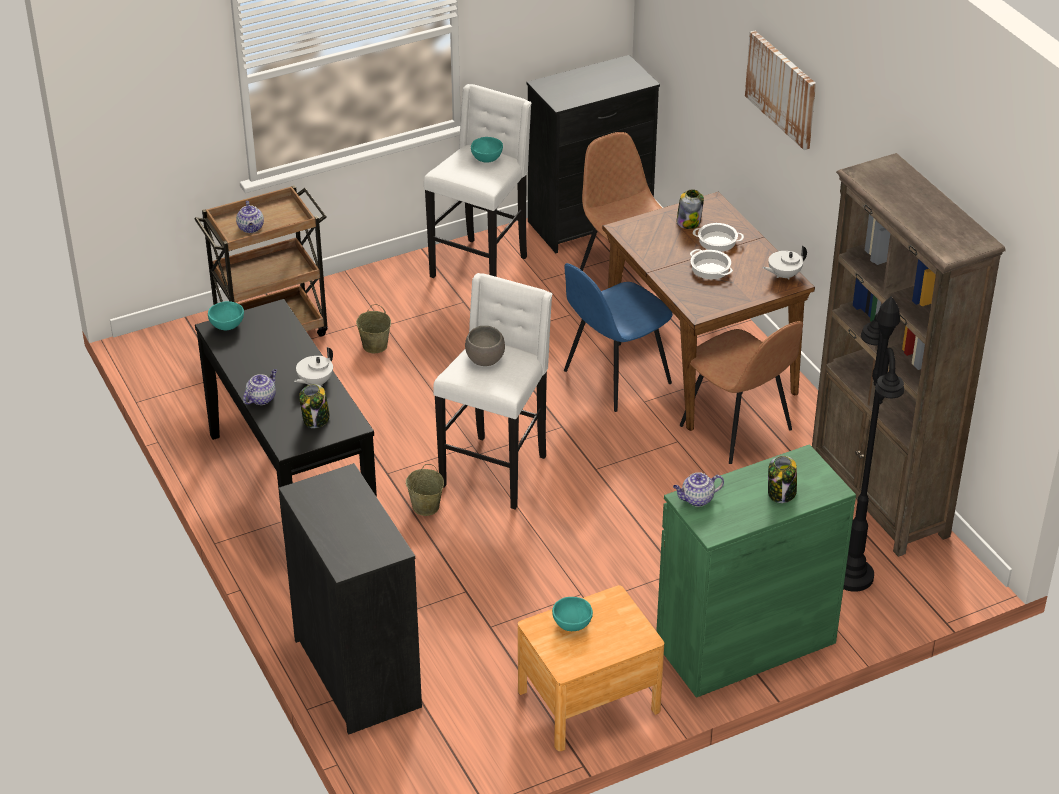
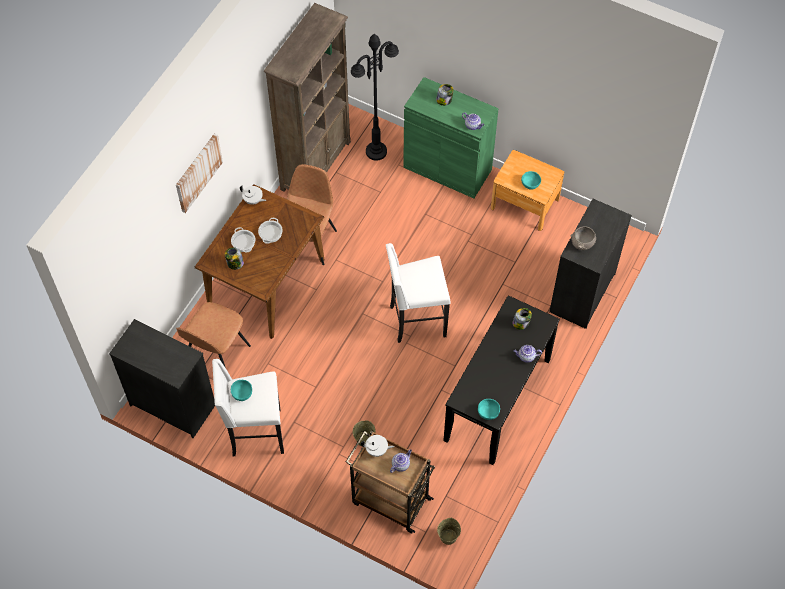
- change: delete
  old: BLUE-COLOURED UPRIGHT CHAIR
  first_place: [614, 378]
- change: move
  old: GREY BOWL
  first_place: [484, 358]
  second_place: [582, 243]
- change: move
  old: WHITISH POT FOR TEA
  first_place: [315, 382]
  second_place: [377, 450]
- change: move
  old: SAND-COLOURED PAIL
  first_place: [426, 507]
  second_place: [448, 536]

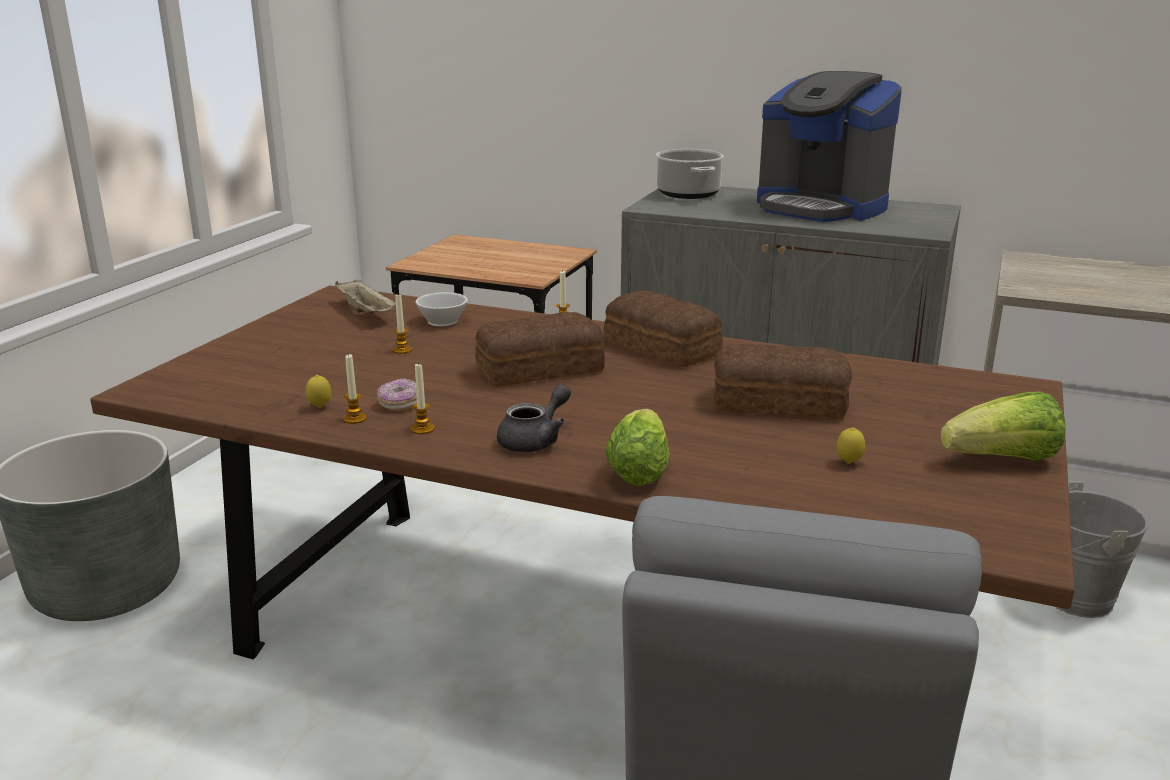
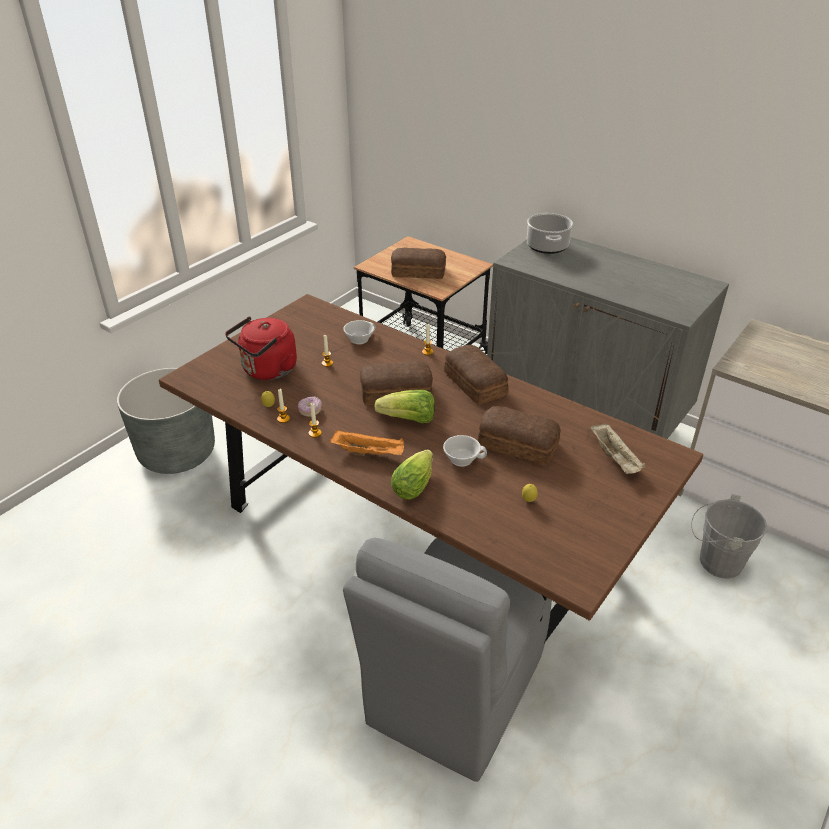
- change: delete
  old: COFFEE BREWER
  first_place: [820, 207]
- change: move
  old: SAND-COLOURED CARRYING TRAY
  first_place: [367, 313]
  second_place: [615, 458]
- change: replace
  old: GREY POT FOR TEA
  new: ORANGE CARRYING TRAY
  first_place: [535, 440]
  second_place: [369, 452]
- change: move
  old: HEAD OF LETTUCE
  first_place: [1003, 460]
  second_place: [408, 419]
- change: insert
  new: BREAD
  second_place: [417, 271]
- change: insert
  new: RED-COLOURED TEA KETTLE
  second_place: [267, 371]
- change: insert
  new: WHITISH DRINKING CUP
  second_place: [462, 458]

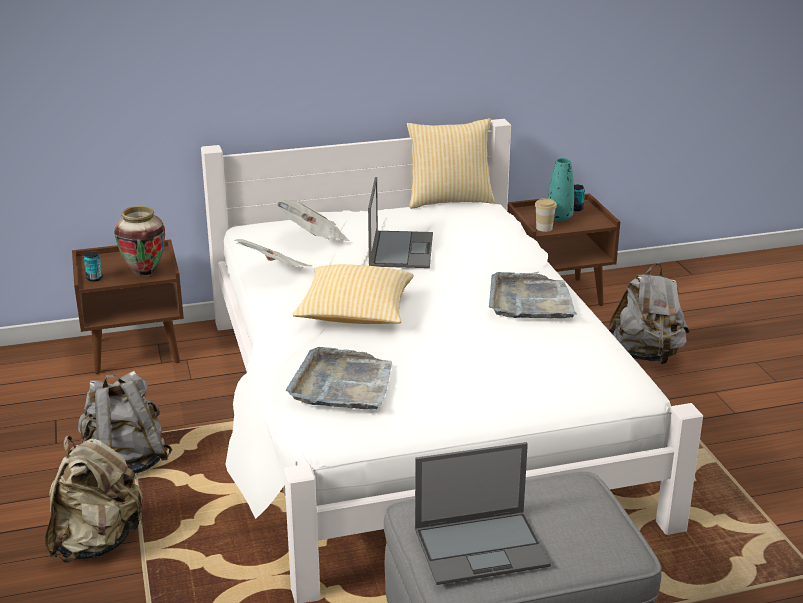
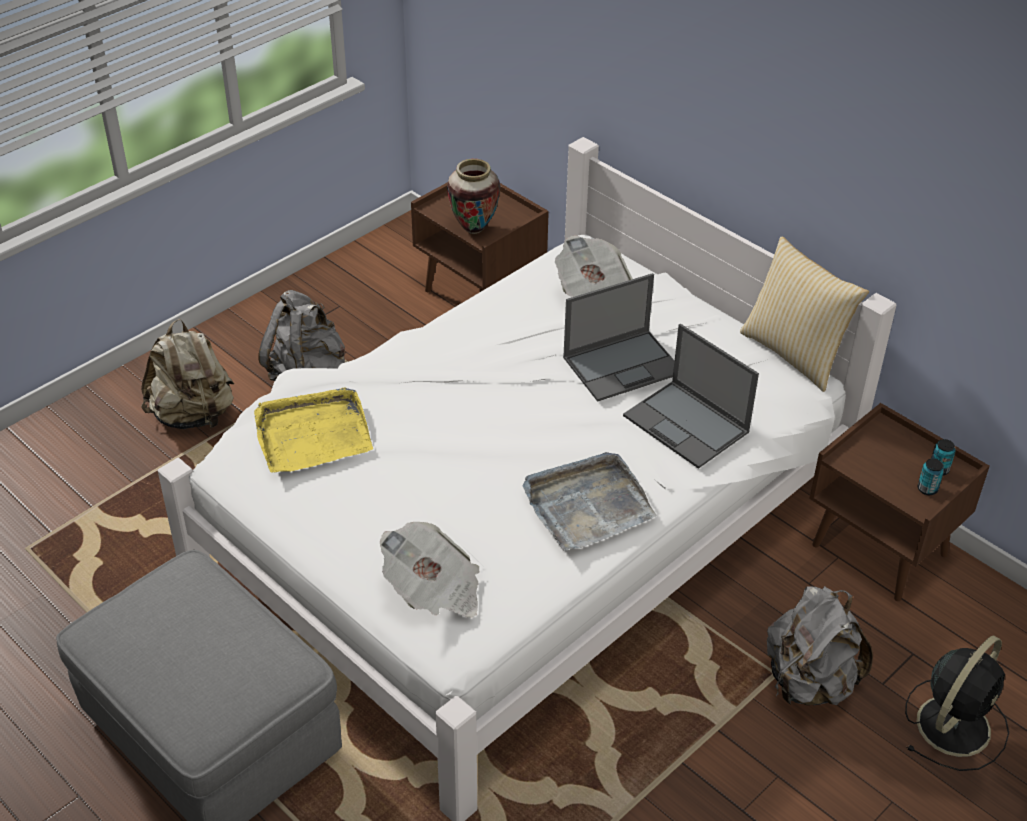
- change: delete
  old: BLUE-GREEN VASE
  first_place: [559, 217]
- change: delete
  old: DRINKING CUP
  first_place: [544, 228]
- change: move
  old: PRINTED PAPER
  first_place: [275, 272]
  second_place: [433, 590]
- change: move
  old: METAL CAN
  first_place: [94, 278]
  second_place: [927, 489]
- change: delete
  old: CUSHION
  first_place: [355, 314]
- change: recolor
  old: GREY CARRYING TRAY
  new: YELLOW-COLOURED CARRYING TRAY
  first_place: [342, 384]
  second_place: [312, 434]
- change: move
  old: PORTABLE COMPUTER
  first_place: [482, 547]
  second_place: [687, 425]
- change: insert
  new: BLACK-COLOURED ELECTRIC FAN
  second_place: [955, 723]

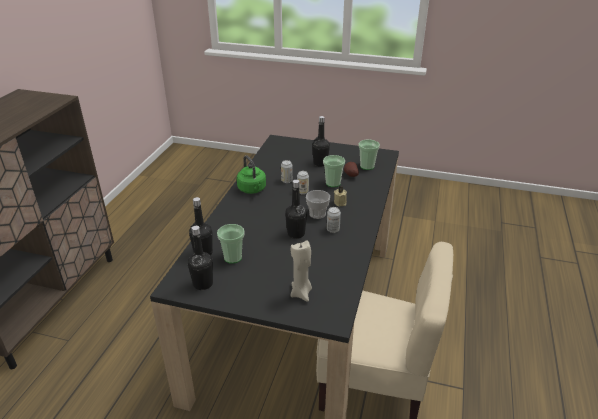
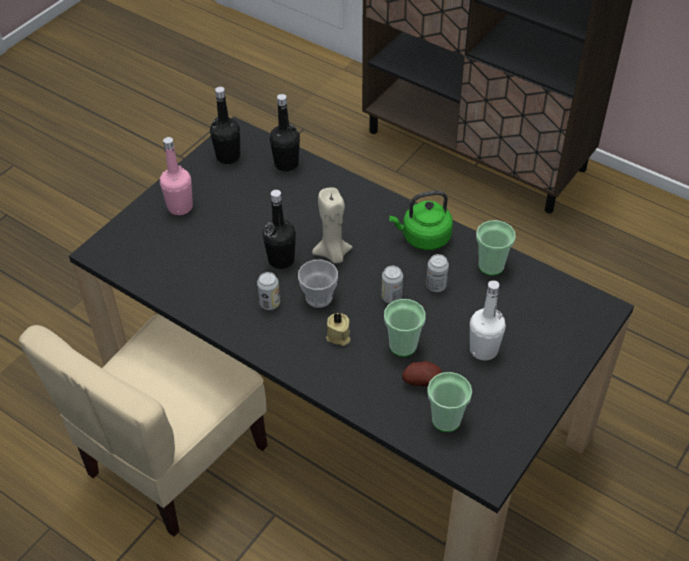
- change: recolor
  old: BLACK-COLOURED BEVERAGE BOTTLE
  new: WHITISH BEVERAGE BOTTLE
  first_place: [320, 163]
  second_place: [483, 350]
- change: move
  old: DRINKING CUP
  first_place: [233, 257]
  second_place: [491, 266]
- change: move
  old: SAND-COLOURED WAX CANDLE
  first_place: [301, 293]
  second_place: [333, 254]
- change: insert
  new: PINKISH BEVERAGE BOTTLE
  second_place: [180, 207]

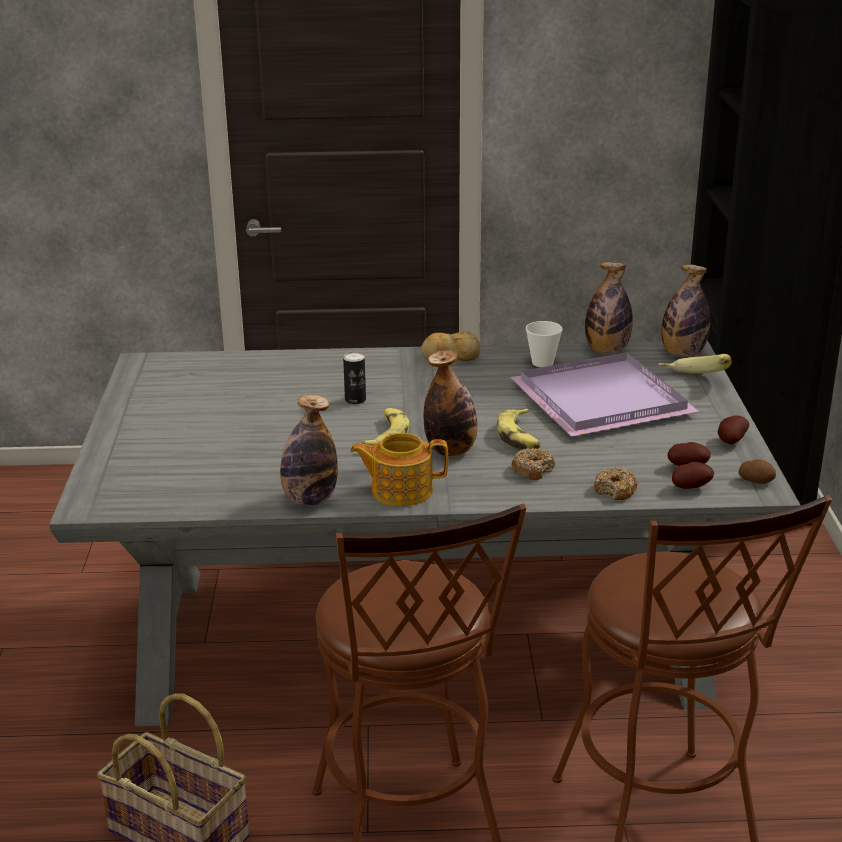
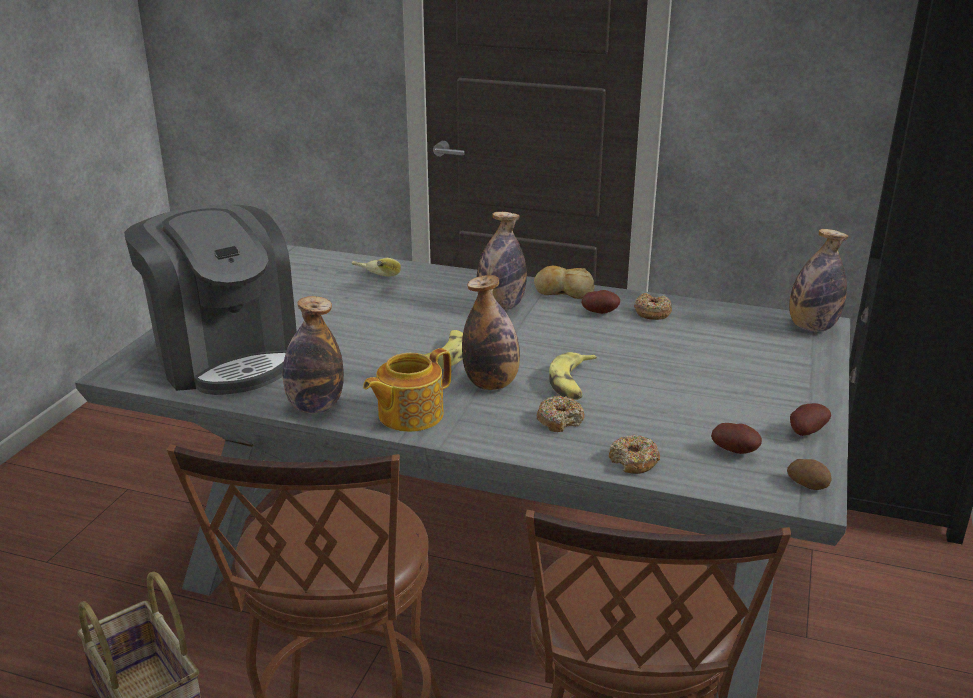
- change: move
  old: BEVERAGE BOTTLE
  first_place: [606, 350]
  second_place: [500, 307]
- change: replace
  old: DRINKING CUP
  new: DOUGHNUT
  first_place: [542, 363]
  second_place: [652, 312]
- change: delete
  old: METAL CAN
  first_place: [355, 400]
- change: delete
  old: PURPLISH CARRYING TRAY
  first_place: [602, 398]
- change: move
  old: BANANA
  first_place: [693, 381]
  second_place: [373, 282]
- change: rotate
  old: POT FOR TEA
  first_place: [400, 490]
  second_place: [409, 415]
  degrees: -60
- change: move
  old: SPUD
  first_place: [690, 487]
  second_place: [600, 312]
- change: insert
  new: COFFEE BREWER
  second_place: [225, 356]

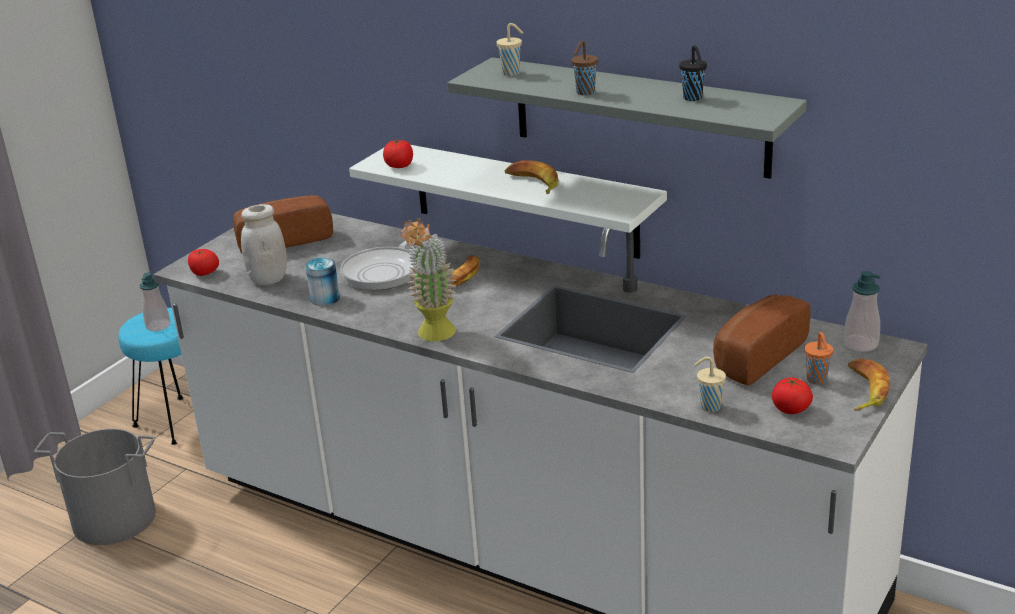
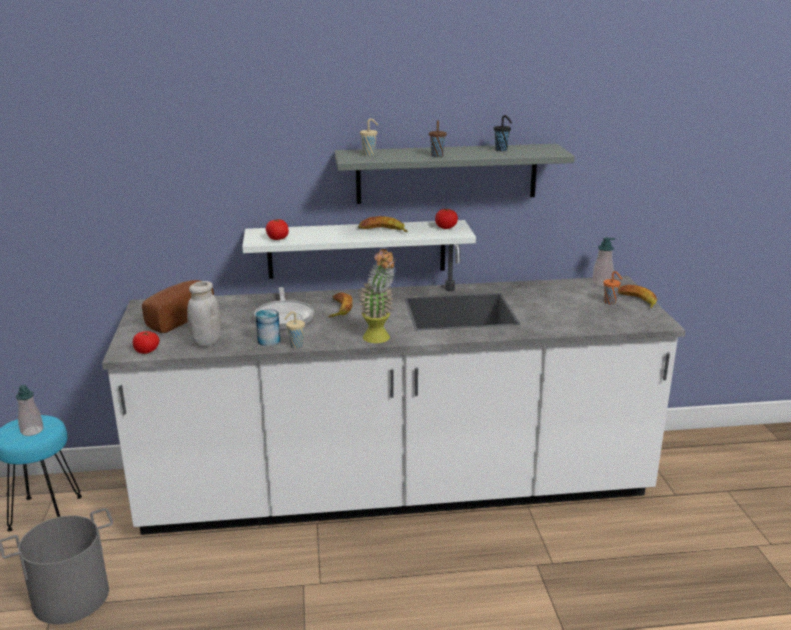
- change: delete
  old: BREAD
  first_place: [755, 356]
- change: move
  old: SAND-COLOURED DRINKING CUP
  first_place: [709, 407]
  second_place: [295, 346]
- change: move
  old: WHOLE TOMATO
  first_place: [791, 409]
  second_place: [446, 227]

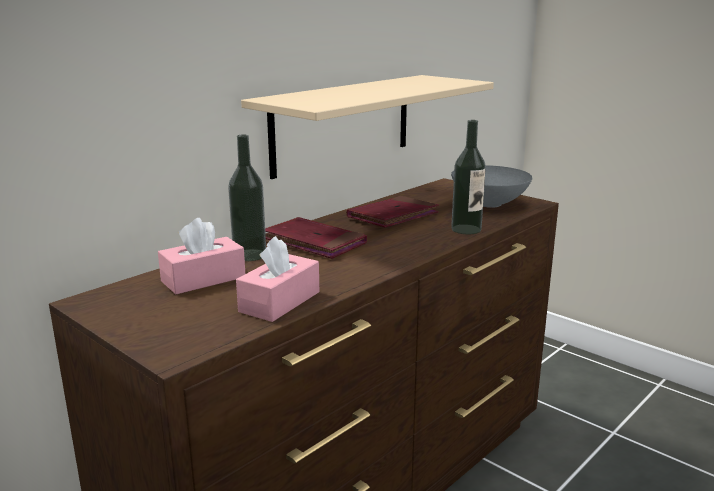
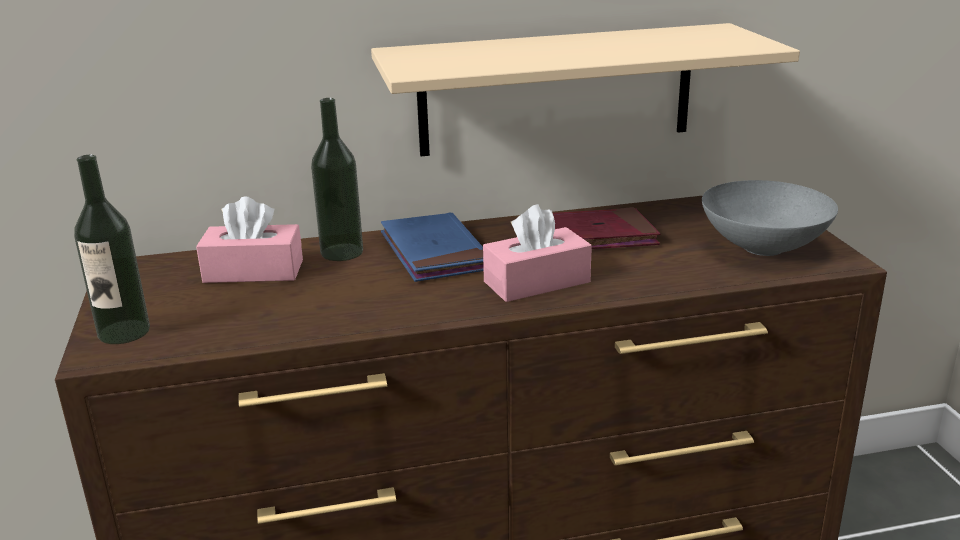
- change: move
  old: BEVERAGE BOTTLE
  first_place: [466, 229]
  second_place: [124, 332]
- change: recolor
  old: RED-COLOURED BOUND BOOK
  new: BLUE-COLOURED BOUND BOOK
  first_place: [314, 242]
  second_place: [435, 252]
- change: move
  old: PINKISH TISSUE BOX
  first_place: [280, 302]
  second_place: [537, 282]

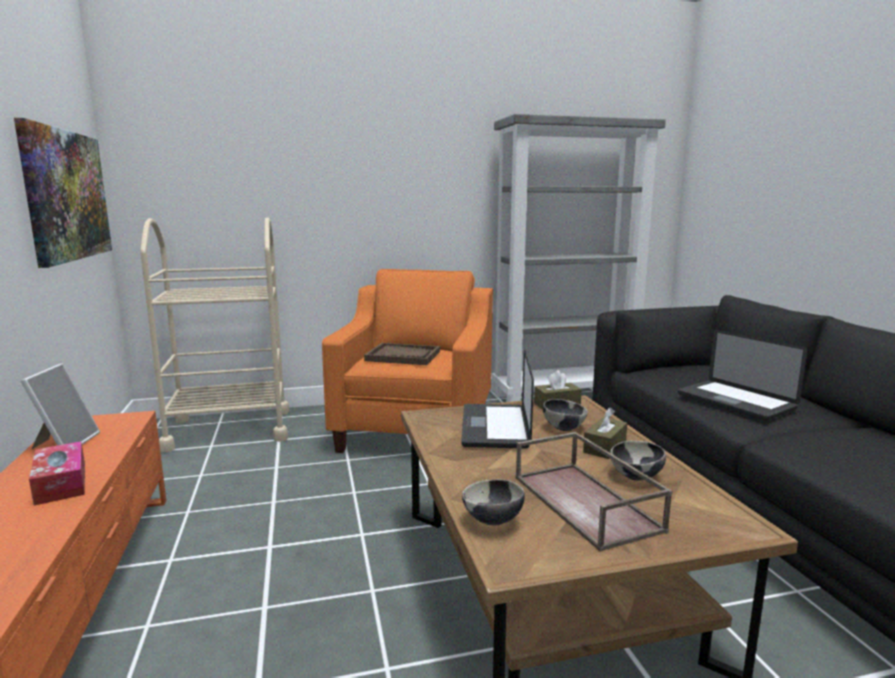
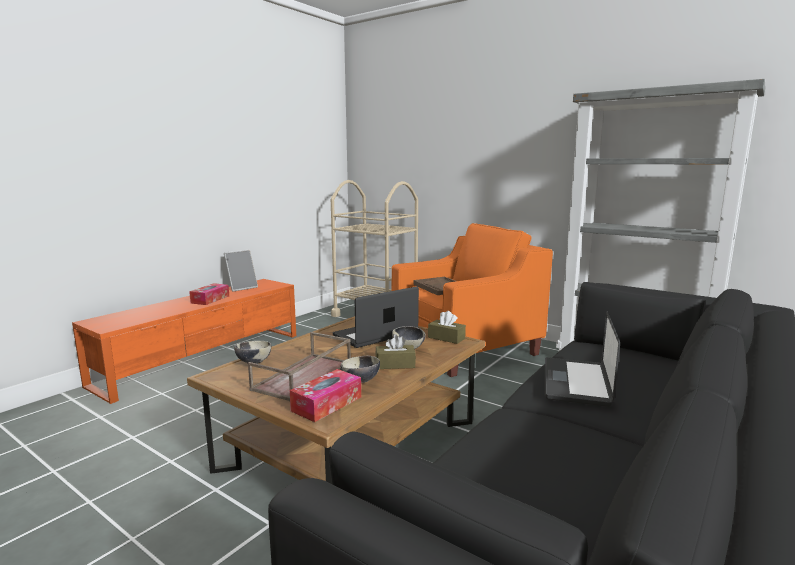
- change: delete
  old: WALL ART
  first_place: [67, 195]
- change: insert
  new: TISSUE BOX
  second_place: [327, 404]

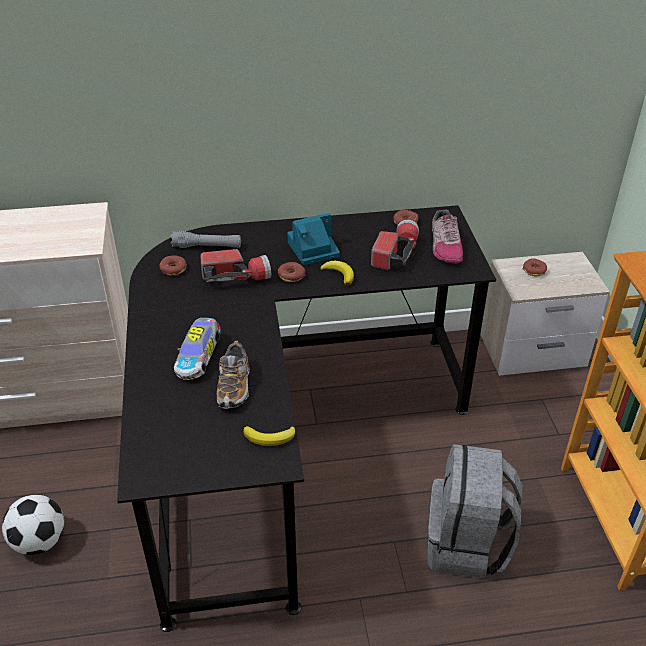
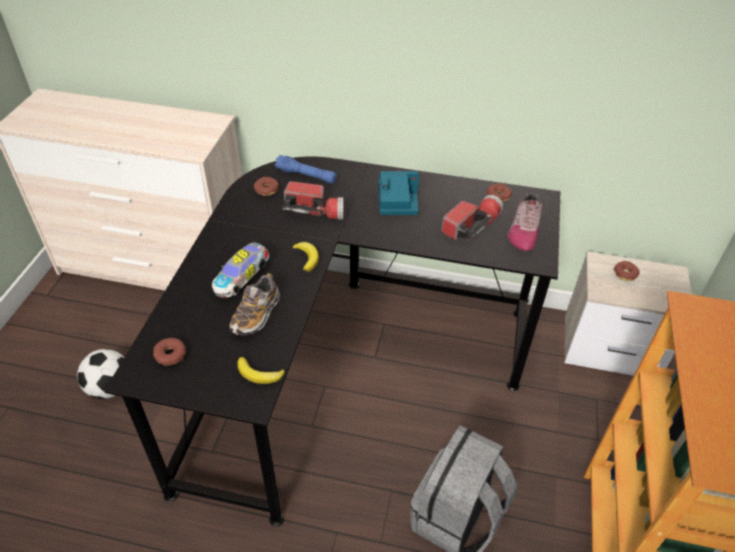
- change: recolor
  old: GREY TORCH
  new: BLUE-COLOURED TORCH
  first_place: [207, 246]
  second_place: [306, 175]
- change: move
  old: BANANA
  first_place: [339, 274]
  second_place: [307, 258]
- change: move
  old: DOUGHNUT
  first_place: [291, 276]
  second_place: [170, 355]

